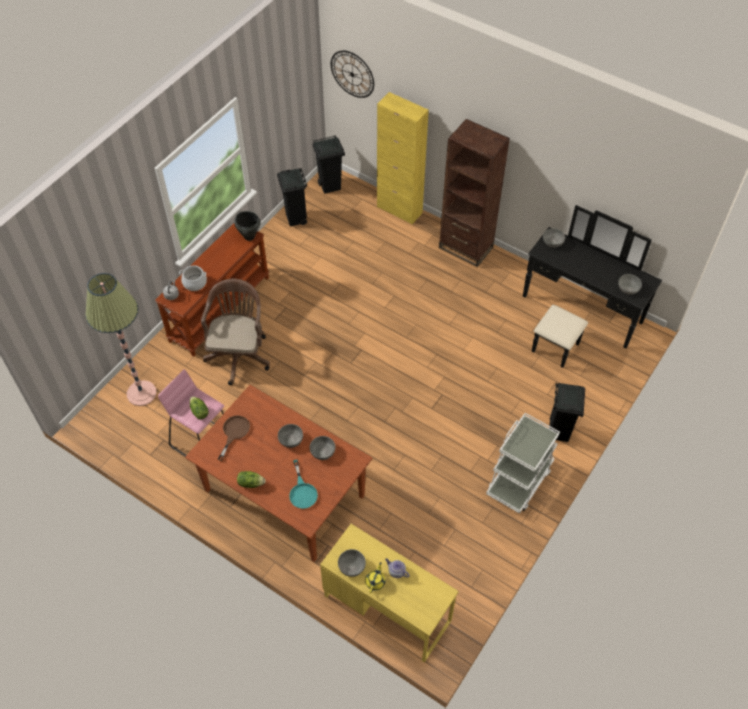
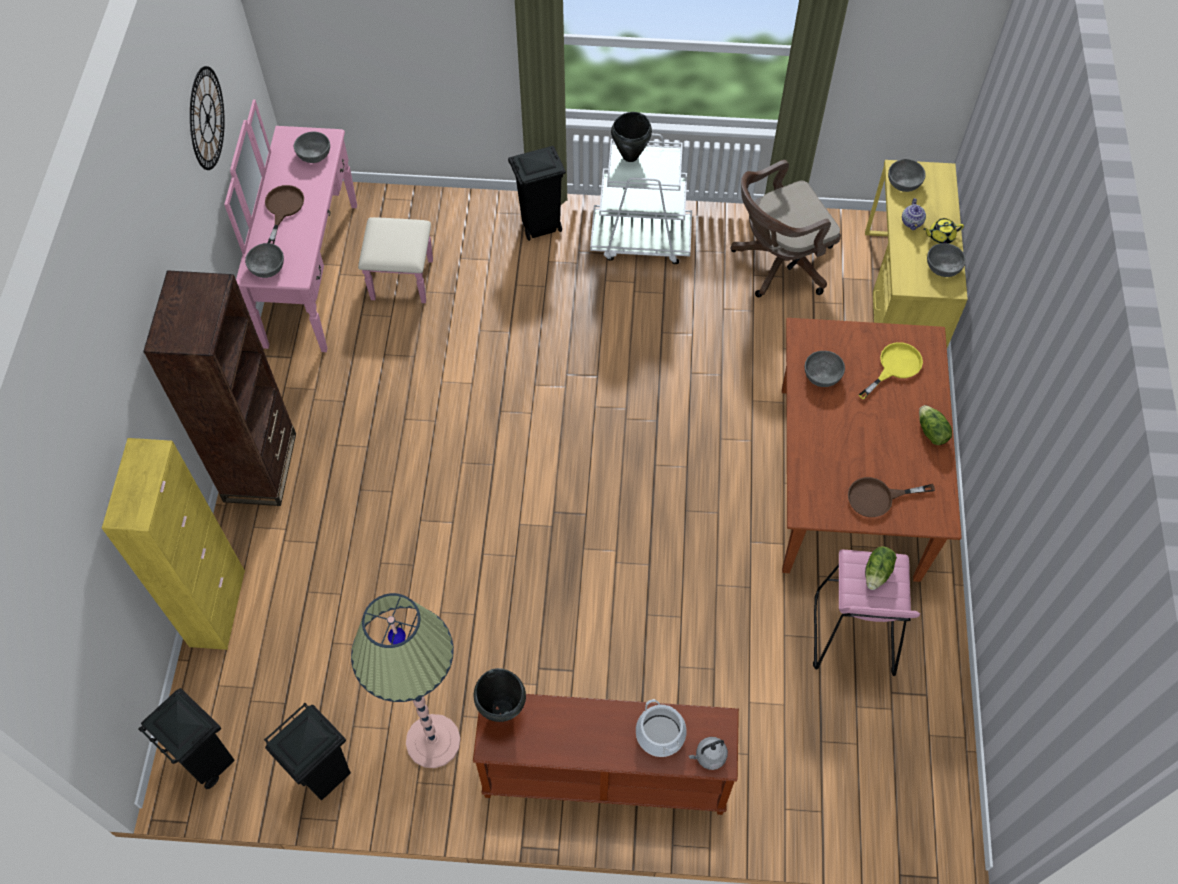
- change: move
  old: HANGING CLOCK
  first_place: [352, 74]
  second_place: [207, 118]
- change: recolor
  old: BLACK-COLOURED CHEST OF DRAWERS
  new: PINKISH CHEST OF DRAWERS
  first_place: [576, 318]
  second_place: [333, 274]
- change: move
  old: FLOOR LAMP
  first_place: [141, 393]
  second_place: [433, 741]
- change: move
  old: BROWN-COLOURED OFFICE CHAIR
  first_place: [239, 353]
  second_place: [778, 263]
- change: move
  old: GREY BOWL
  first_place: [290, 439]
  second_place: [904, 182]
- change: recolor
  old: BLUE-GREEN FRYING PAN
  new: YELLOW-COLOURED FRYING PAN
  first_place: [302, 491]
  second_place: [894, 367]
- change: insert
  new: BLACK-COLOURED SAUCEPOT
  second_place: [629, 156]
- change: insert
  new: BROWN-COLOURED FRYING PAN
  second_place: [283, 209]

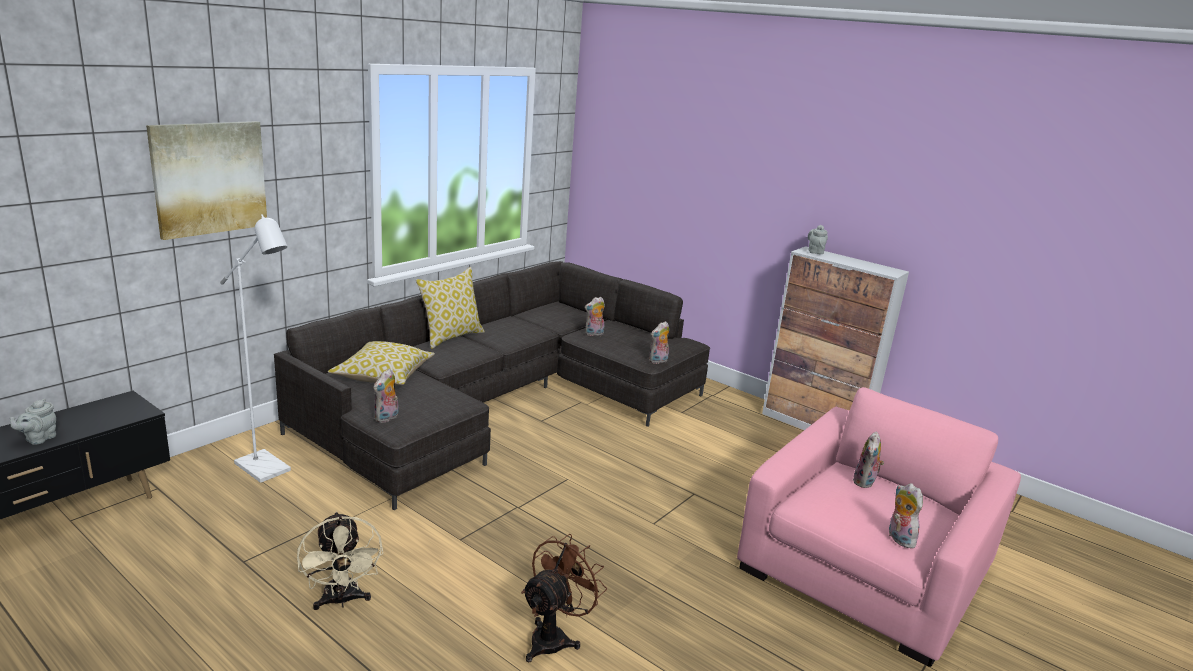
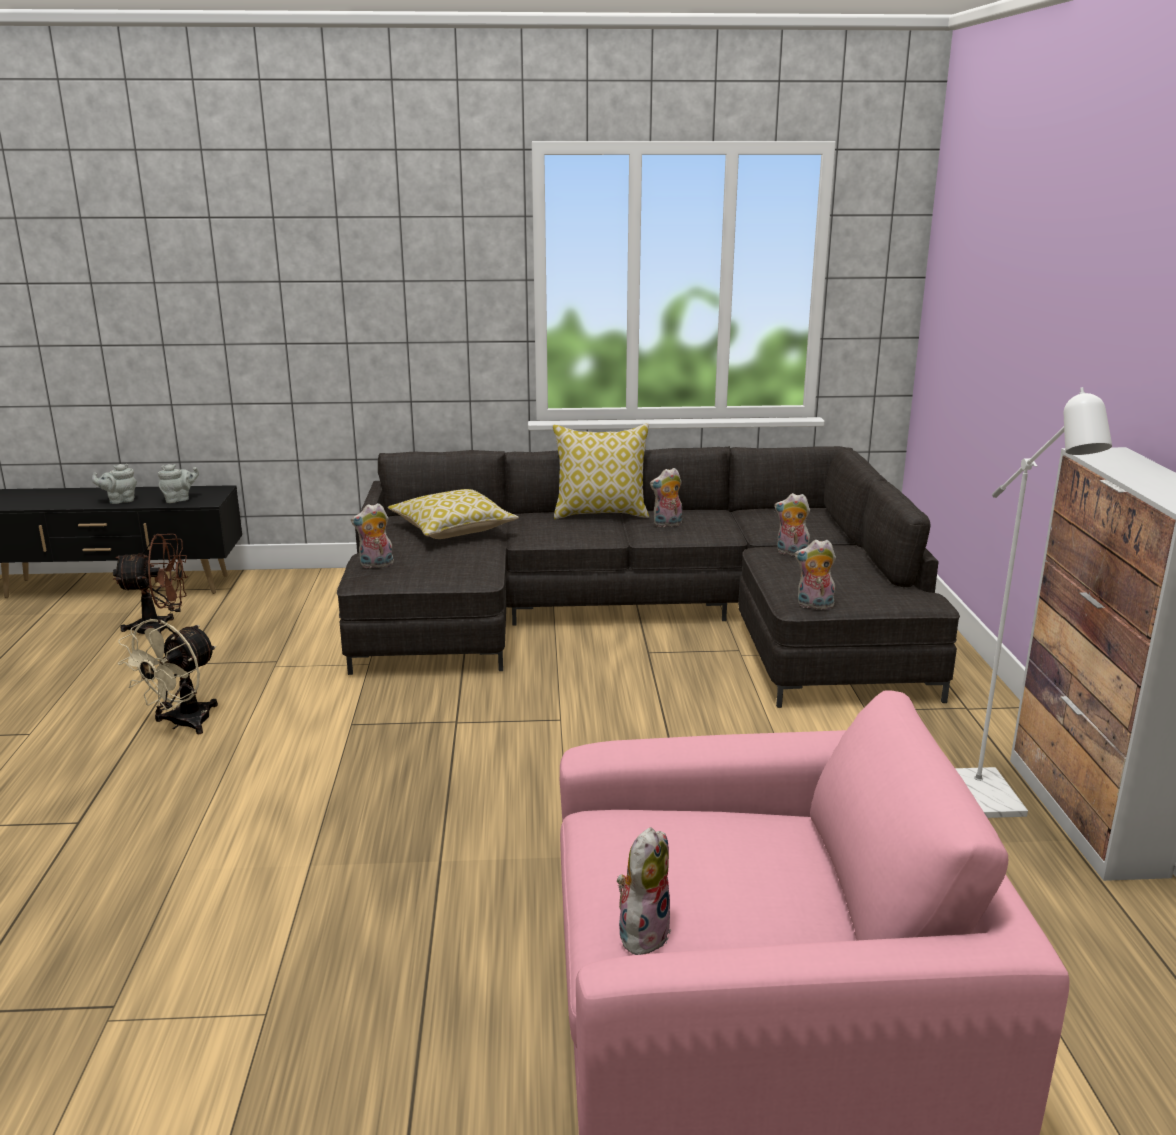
- change: delete
  old: WALL ART
  first_place: [209, 178]
- change: move
  old: WHITISH FLOOR LAMP
  first_place: [268, 471]
  second_place: [992, 804]
- change: move
  old: GREY POT FOR TEA
  first_place: [815, 251]
  second_place: [179, 499]
- change: move
  old: SOFT TOY
  first_place: [865, 483]
  second_place: [667, 525]
- change: move
  old: BROWN-COLOURED ELECTRIC FAN
  first_place: [554, 637]
  second_place: [161, 629]

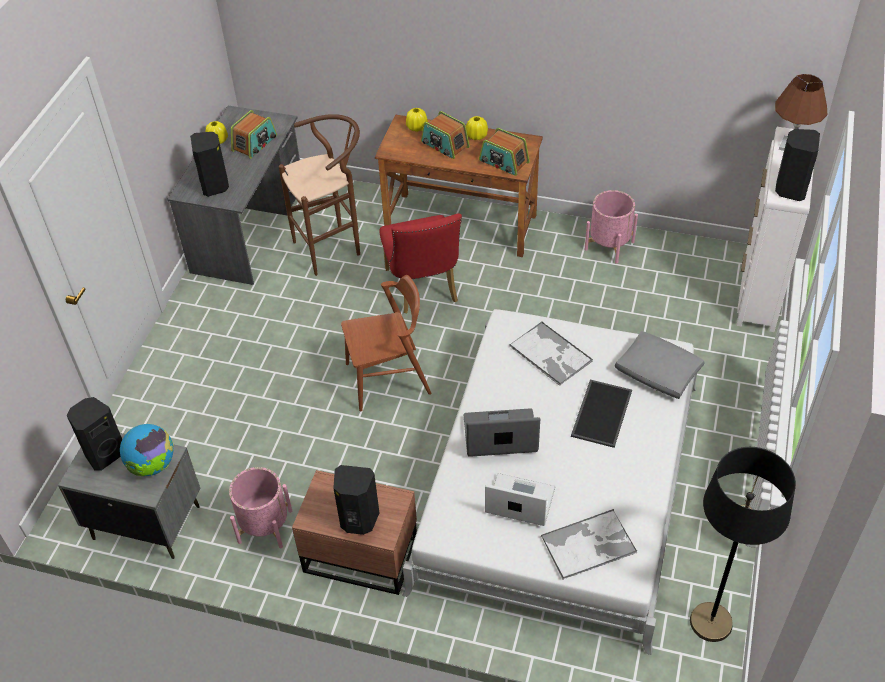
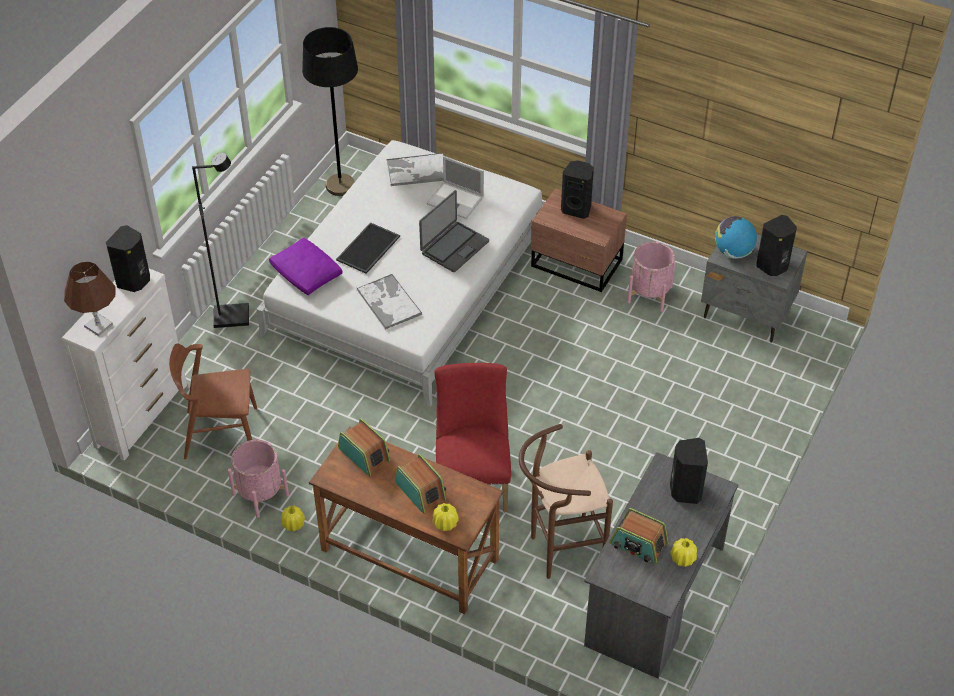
- change: rotate
  old: RADIO SET
  first_place: [255, 143]
  second_place: [638, 544]
  degrees: -105
- change: move
  old: YELLOW-COLOURED VASE
  first_place: [477, 136]
  second_place: [293, 524]
- change: move
  old: BROWN-COLOURED UPRIGHT CHAIR
  first_place: [388, 378]
  second_place: [220, 433]
- change: recolor
  old: GREY CUSHION
  new: PURPLISH CUSHION
  first_place: [657, 371]
  second_place: [307, 273]
- change: rotate
  old: PORTABLE COMPUTER
  first_place: [500, 435]
  second_place: [454, 247]
  degrees: -60
- change: insert
  new: BLACK-COLOURED FLOOR LAMP
  second_place: [232, 316]

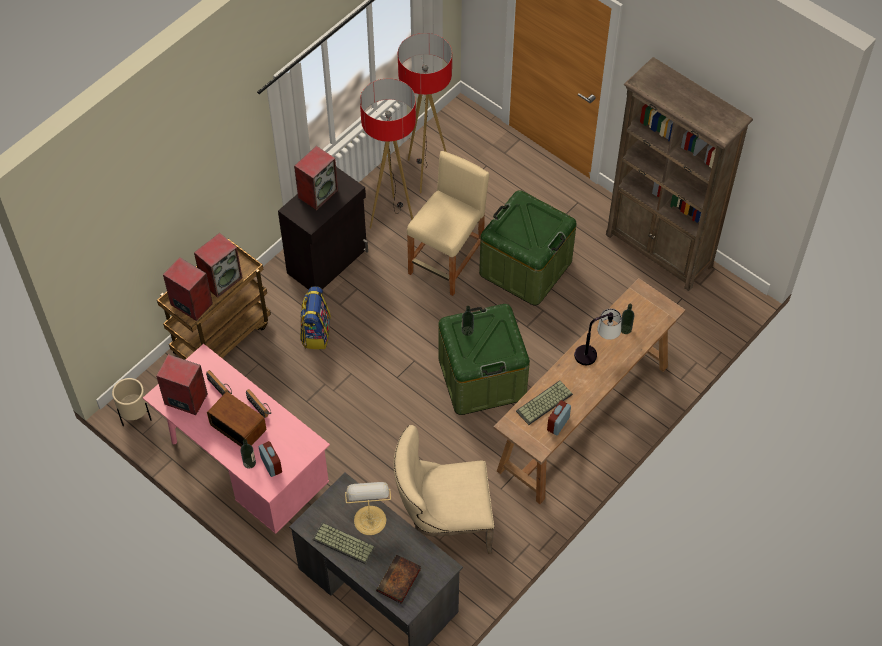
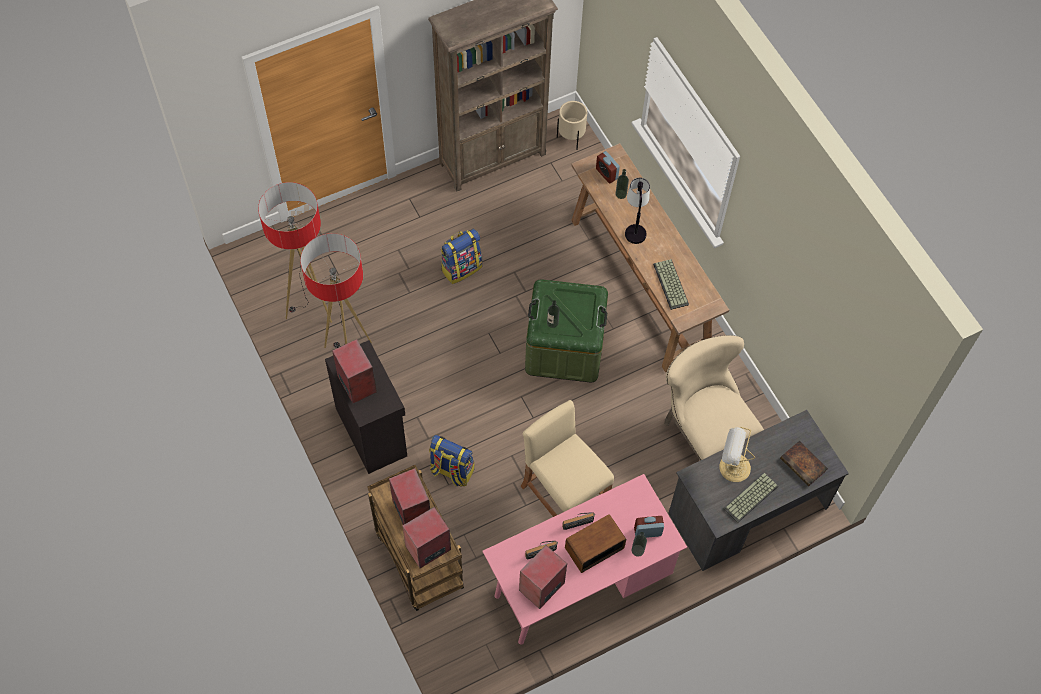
- change: move
  old: SAND-COLOURED STOOL
  first_place: [448, 261]
  second_place: [563, 498]
- change: replace
  old: GREEN STORAGE CONTAINER
  new: BACKPACK
  first_place: [525, 267]
  second_place: [461, 267]
- change: move
  old: SAND-COLOURED PLANT POT
  first_place: [136, 416]
  second_place: [571, 139]
- change: move
  old: BEDSIDE CLOCK
  first_place: [558, 424]
  second_place: [606, 174]
- change: rotate
  old: SAND-COLOURED UPRIGHT CHAIR
  first_place: [443, 525]
  second_place: [702, 435]
  degrees: 135

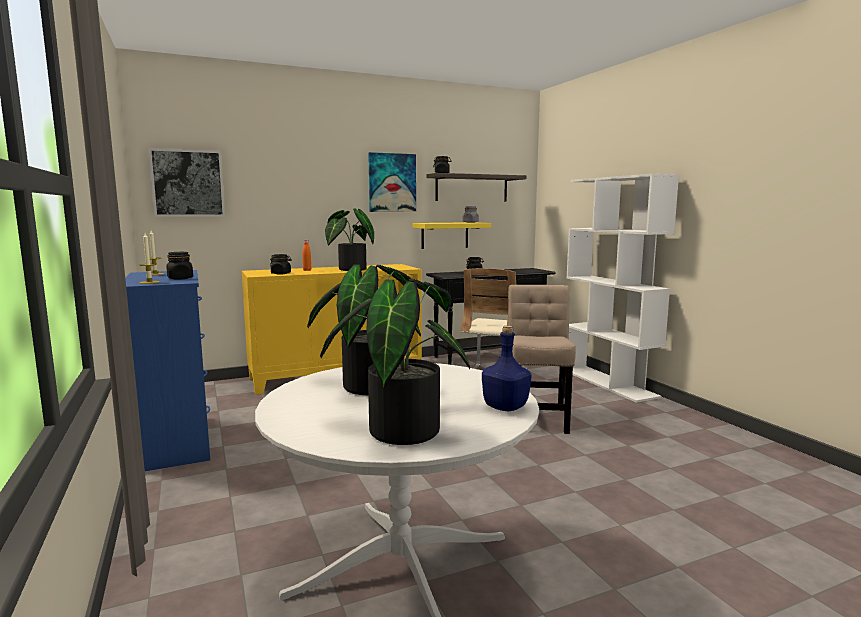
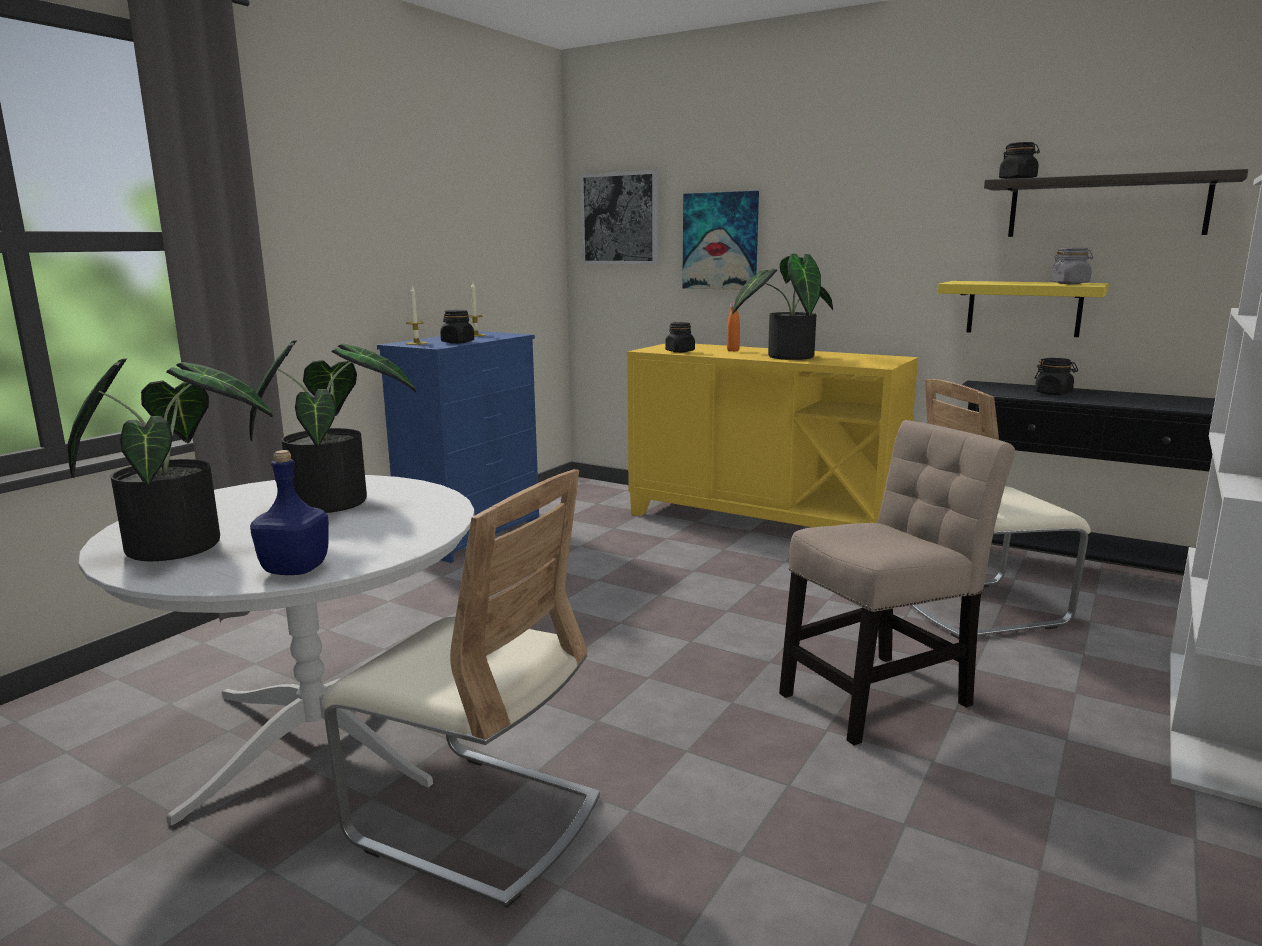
- change: move
  old: WALL ART
  first_place: [392, 183]
  second_place: [720, 241]
- change: insert
  new: SAND-COLOURED UPRIGHT CHAIR
  second_place: [475, 820]

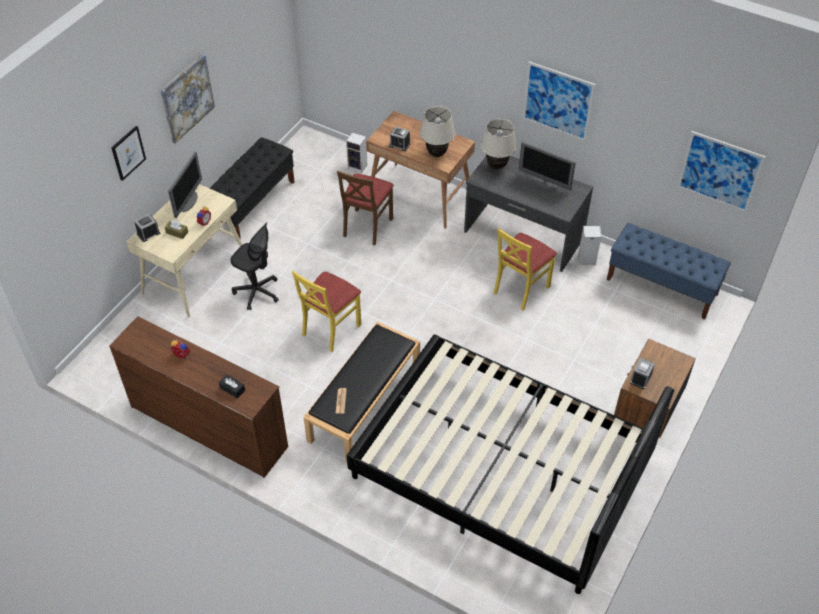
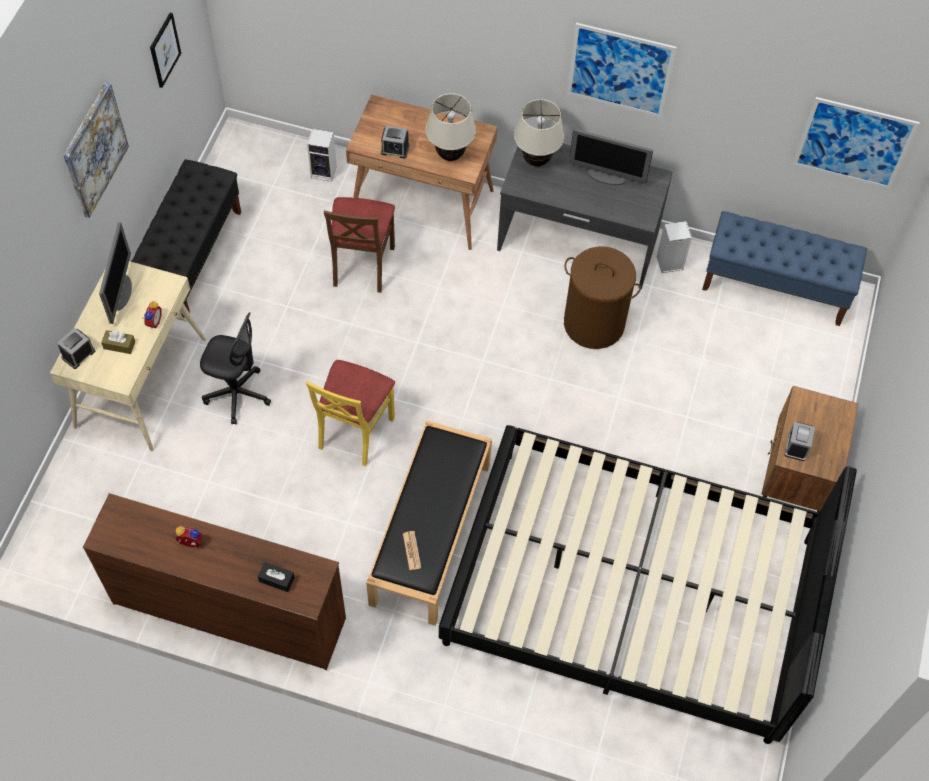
- change: move
  old: WALL ART
  first_place: [128, 153]
  second_place: [164, 50]
- change: replace
  old: YELLOW-COLOURED UPRIGHT CHAIR
  new: BROWN-COLOURED HAMPER
  first_place: [520, 289]
  second_place: [593, 324]

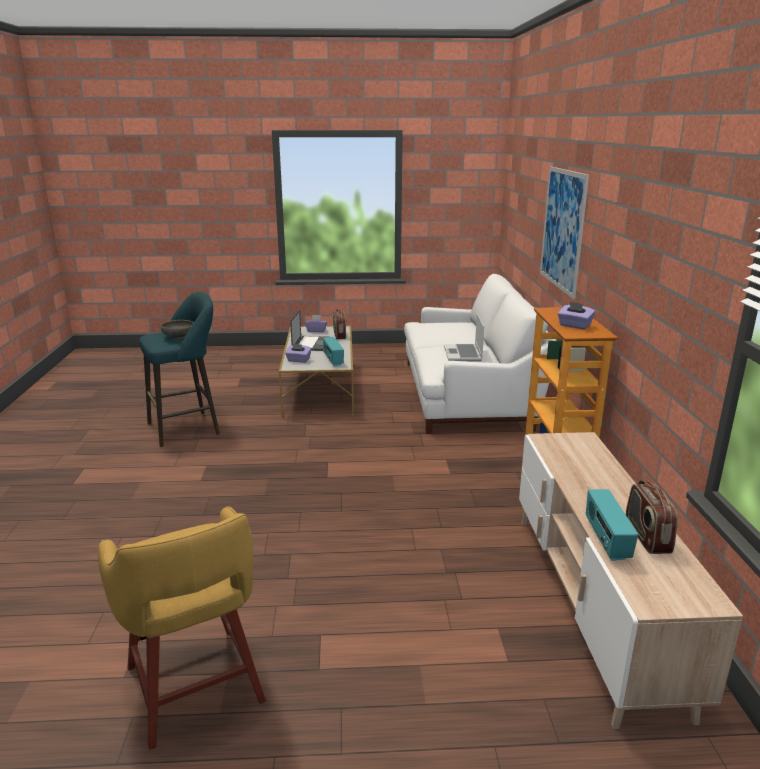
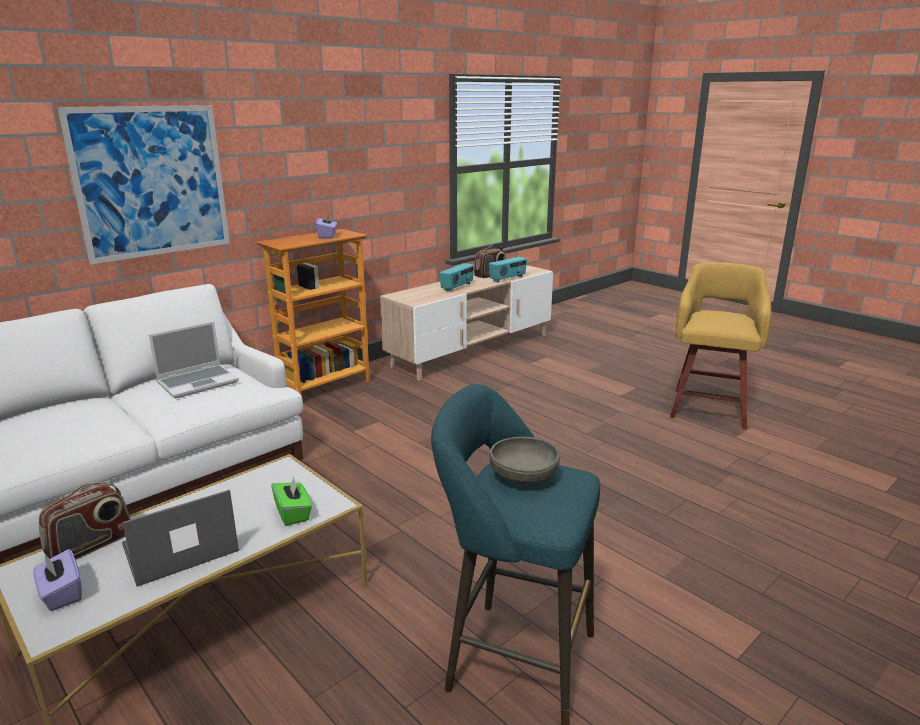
- change: move
  old: RADIO SET
  first_place: [333, 360]
  second_place: [457, 287]
- change: recolor
  old: PURPLISH TISSUE BOX
  new: GREEN TISSUE BOX
  first_place: [298, 360]
  second_place: [293, 513]

